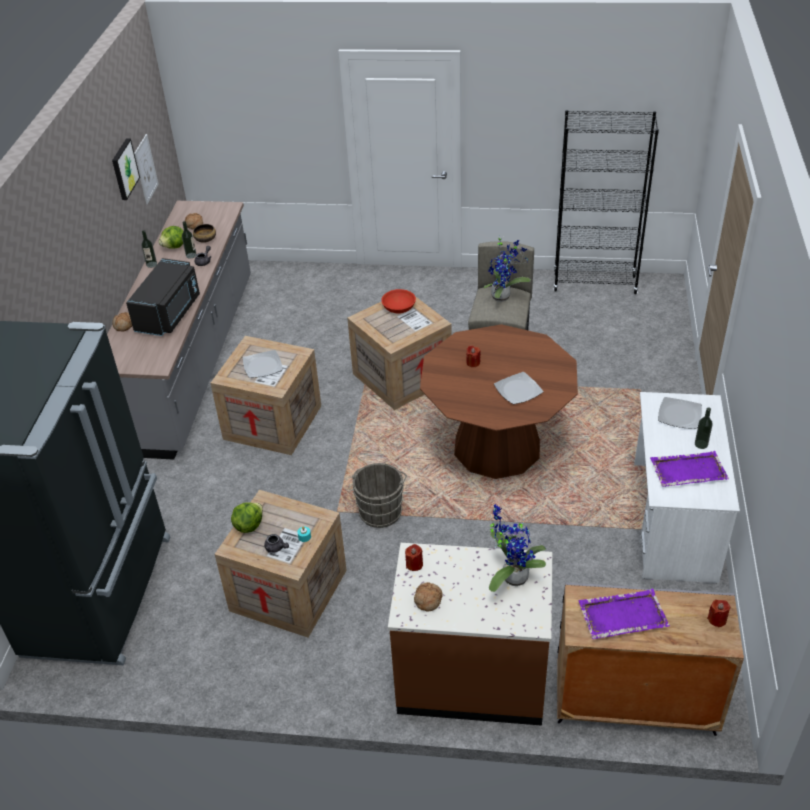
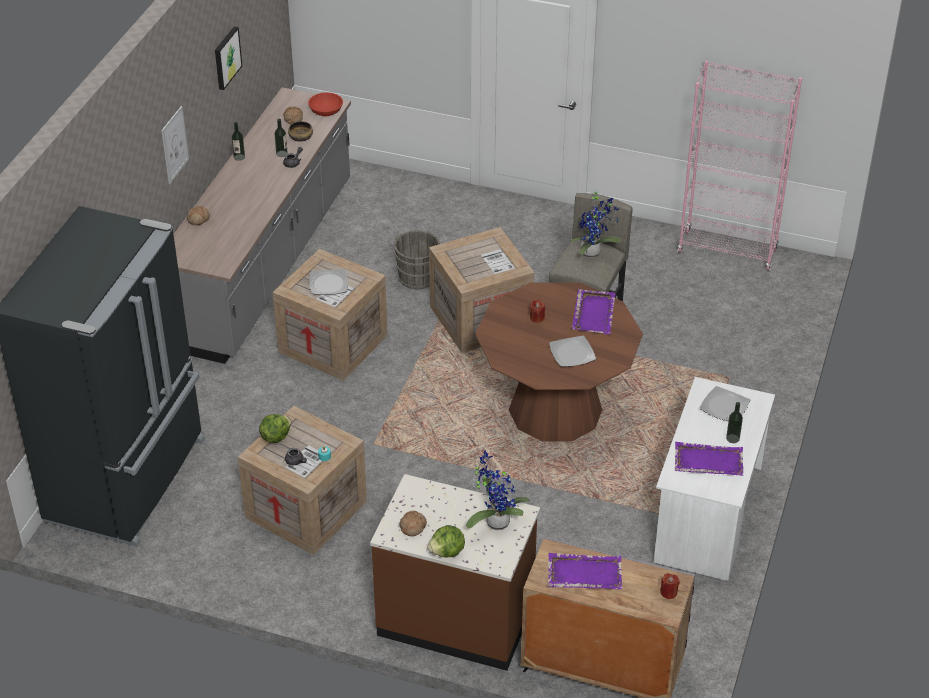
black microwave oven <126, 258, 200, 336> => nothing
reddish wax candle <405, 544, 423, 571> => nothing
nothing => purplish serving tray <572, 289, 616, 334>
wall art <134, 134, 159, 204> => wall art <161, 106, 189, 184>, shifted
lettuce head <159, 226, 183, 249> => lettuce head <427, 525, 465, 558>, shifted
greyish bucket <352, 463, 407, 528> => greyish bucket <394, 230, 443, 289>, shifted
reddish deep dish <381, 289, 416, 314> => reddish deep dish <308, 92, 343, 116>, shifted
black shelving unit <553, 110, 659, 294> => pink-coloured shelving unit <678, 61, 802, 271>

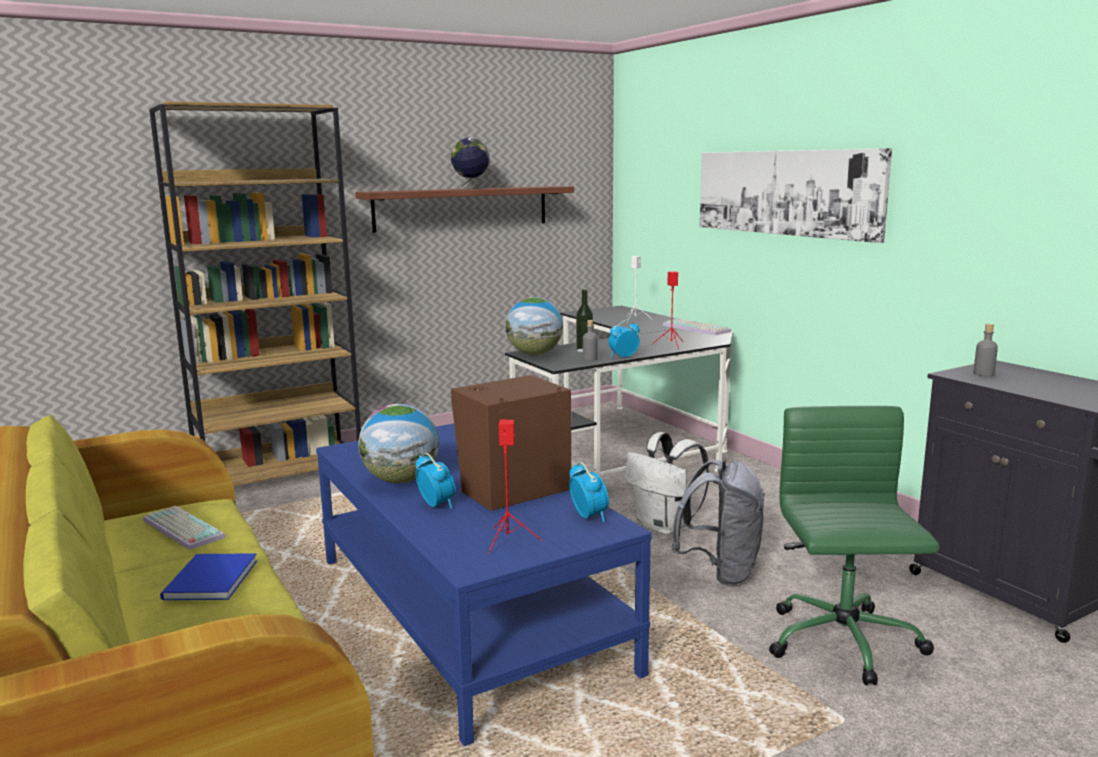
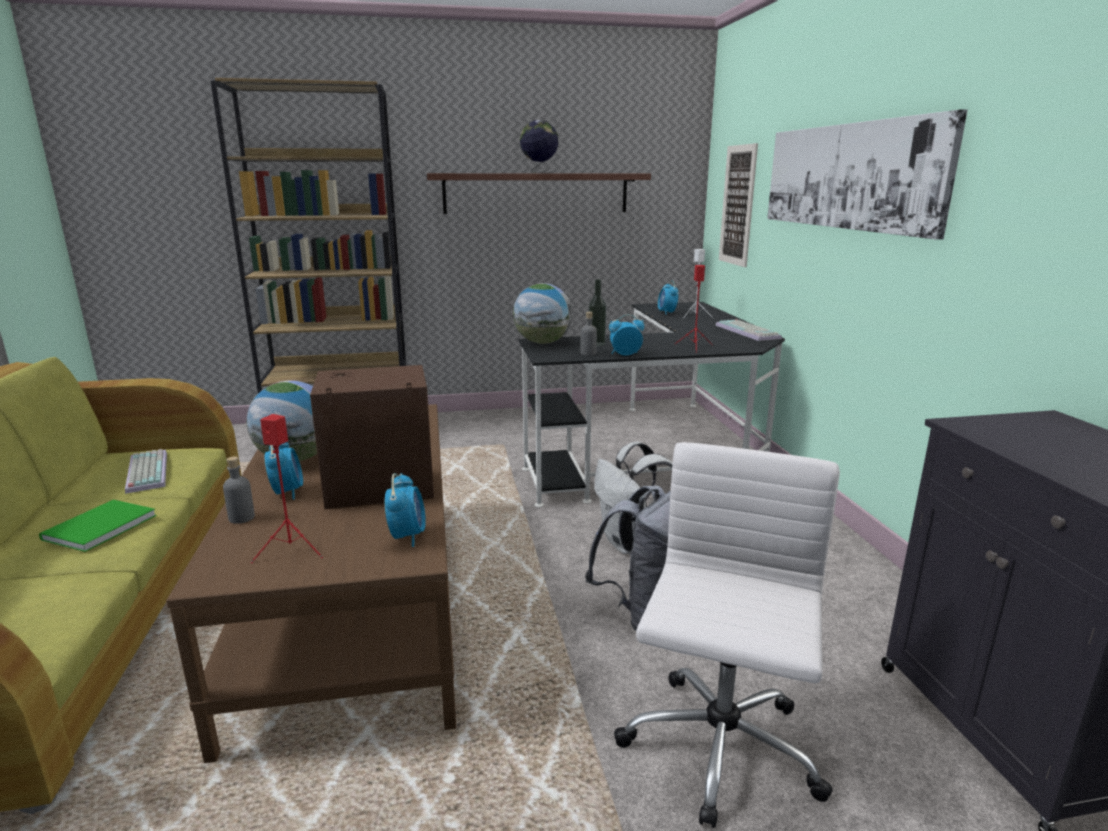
nothing => alarm clock <658, 281, 678, 315>
nothing => wall art <719, 143, 758, 267>
greyish beverage bottle <973, 324, 998, 376> => greyish beverage bottle <223, 457, 255, 524>, shifted
blue book <160, 553, 257, 600> => greenish book <39, 500, 156, 552>
blue lounge table <316, 423, 652, 746> => brown lounge table <166, 404, 456, 763>
greenish office chair <769, 406, 939, 685> => whitish office chair <614, 442, 840, 828>

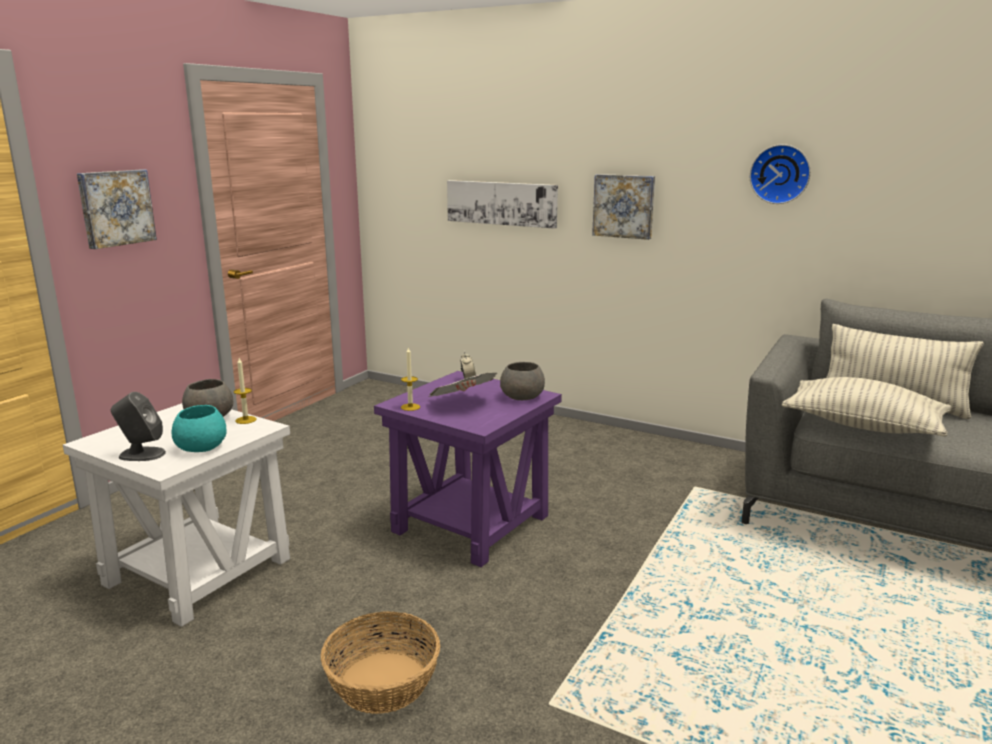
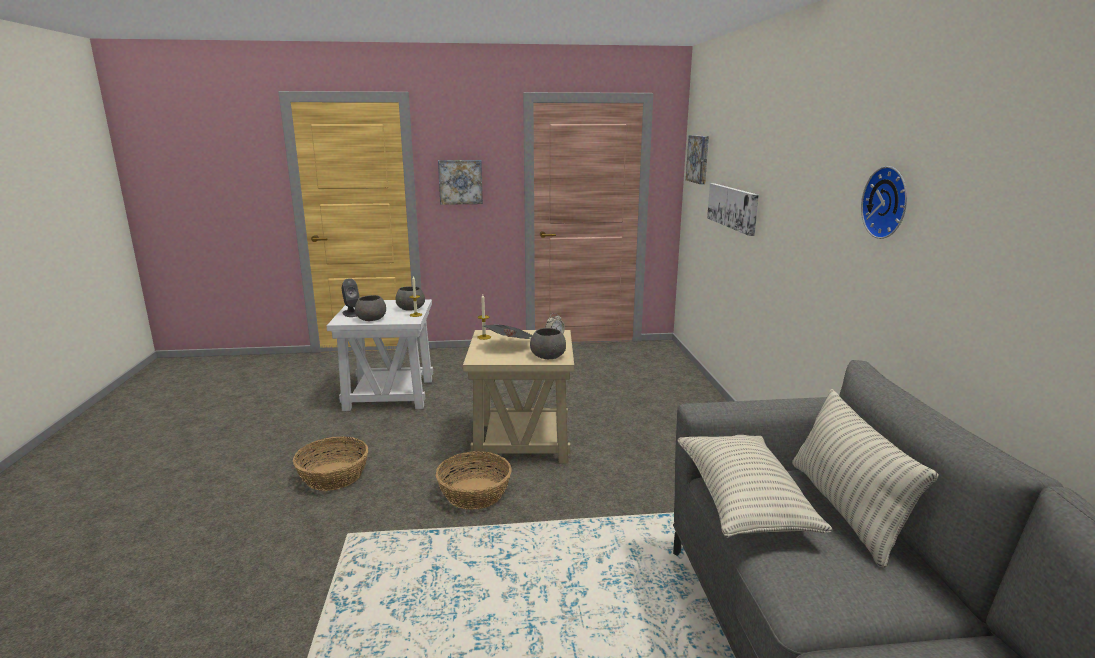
nothing => basket <436, 451, 512, 510>
wall art <592, 174, 655, 240> => wall art <686, 135, 709, 184>, shifted
turquoise deep dish <171, 405, 226, 452> => greyish deep dish <355, 295, 386, 321>
purplish side table <374, 371, 562, 567> => beige side table <463, 330, 574, 463>

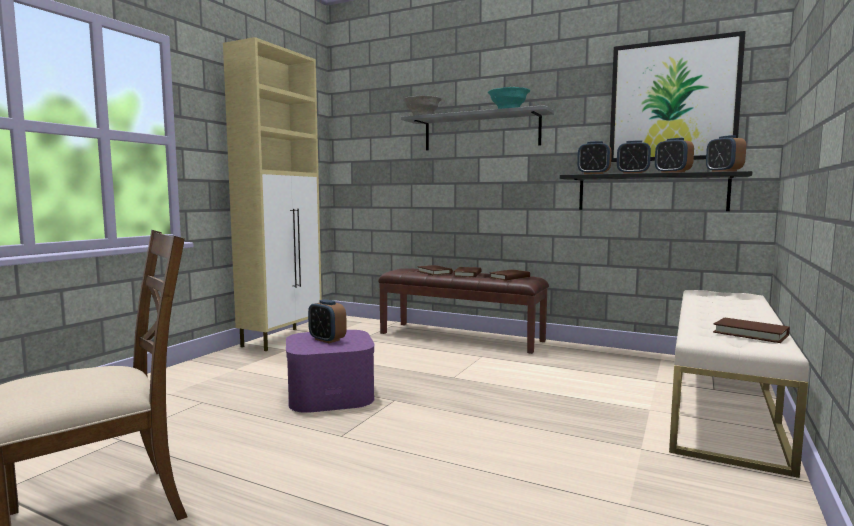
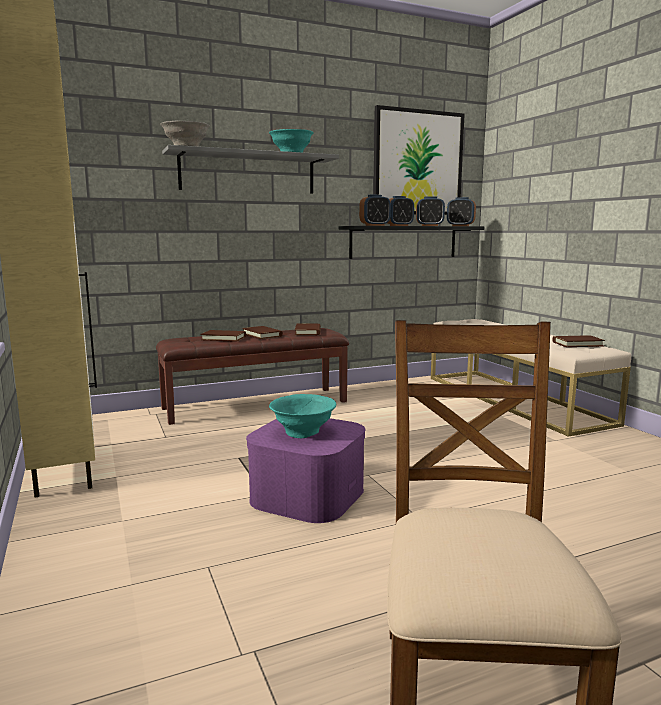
alarm clock <308, 299, 347, 343> => turquoise deep dish <269, 394, 336, 438>

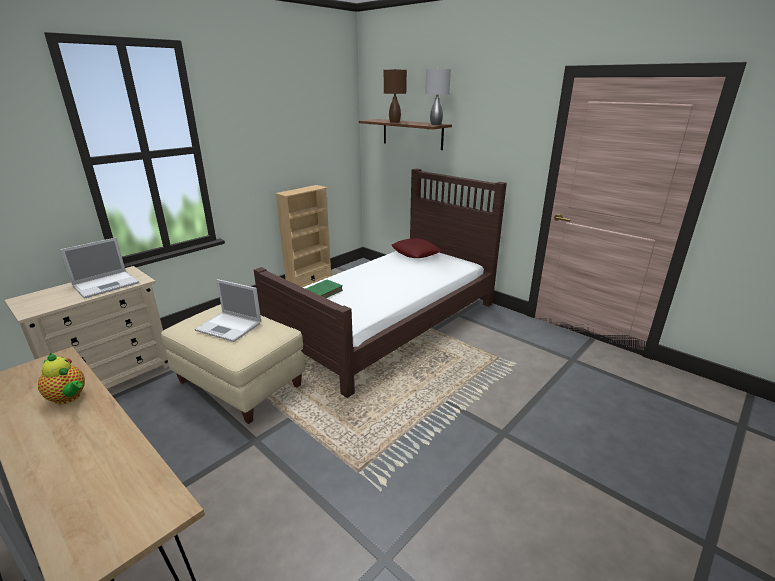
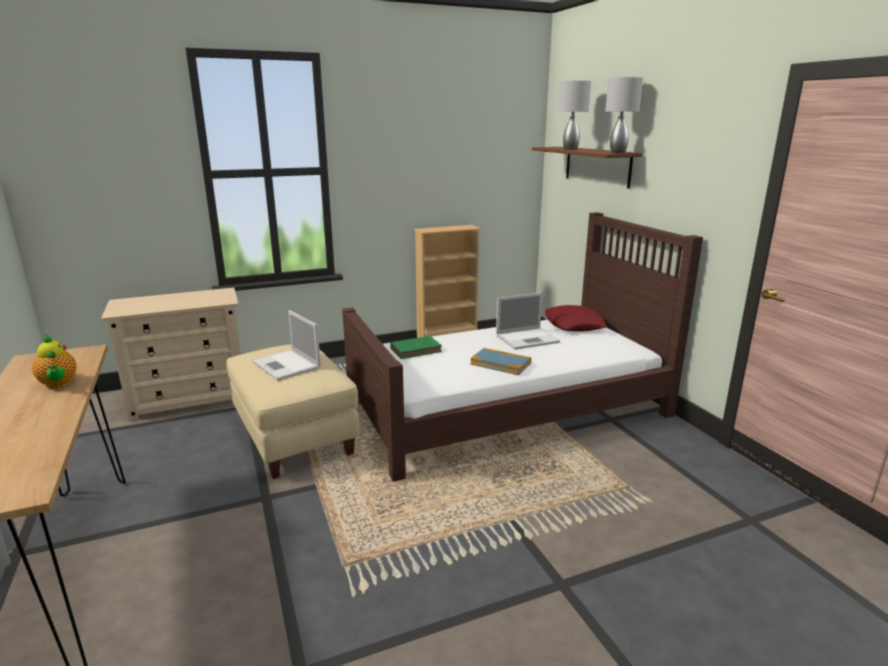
nothing => book <470, 348, 531, 375>
laptop <60, 238, 139, 299> => laptop <496, 293, 560, 350>, shifted
brown tabletop lamp <384, 69, 407, 123> => greyish tabletop lamp <558, 80, 591, 150>

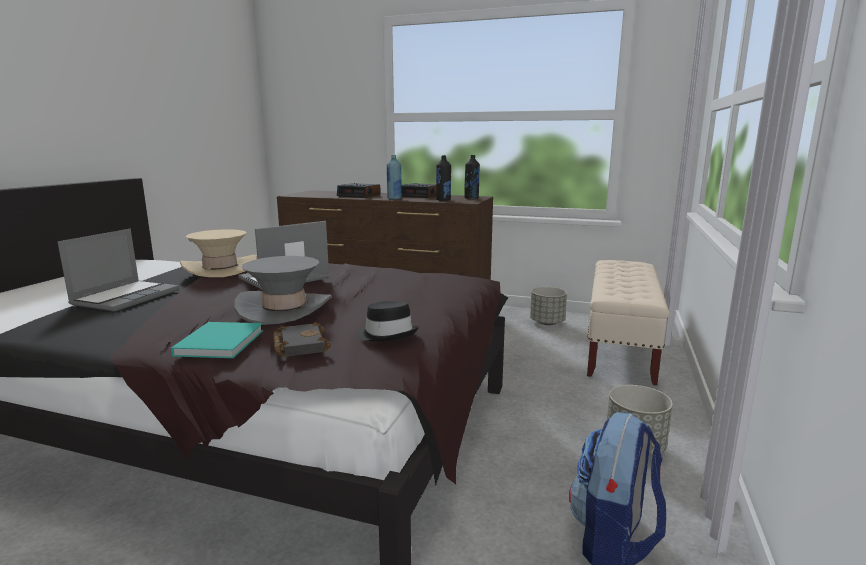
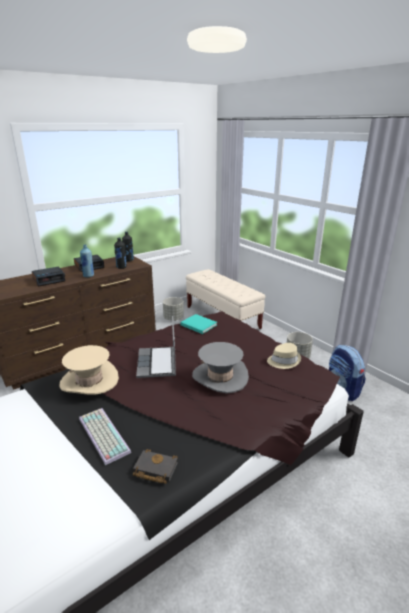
turquoise book <171, 322, 263, 358> => turquoise book <180, 314, 217, 334>, shifted
black book <273, 322, 331, 357> => black book <133, 449, 178, 484>, shifted
laptop <58, 229, 179, 311> => PC keyboard <79, 408, 131, 465>
black clothing hat <357, 301, 419, 342> => beige clothing hat <267, 343, 301, 369>

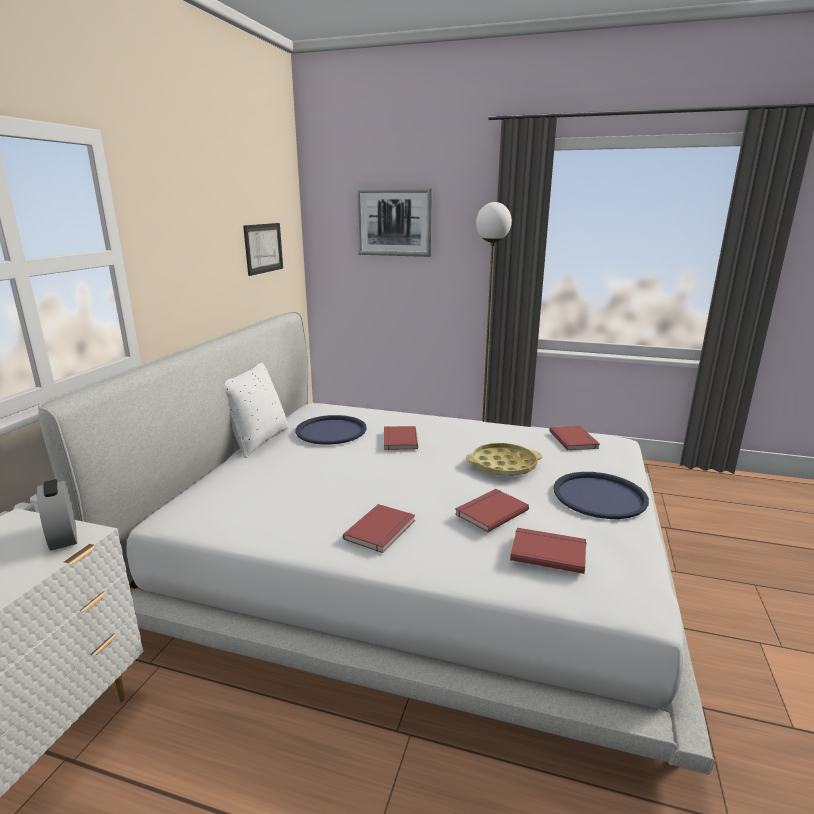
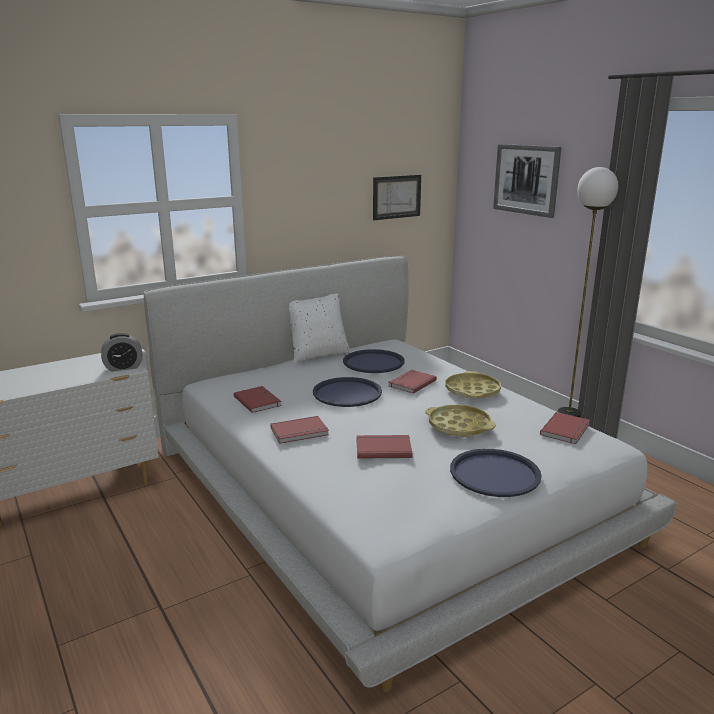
nothing => blue serving tray <313, 377, 382, 407>
nothing => yellowish serving tray <445, 371, 501, 398>
reddish book <510, 528, 587, 574> => reddish book <233, 386, 282, 413>, shifted
alarm clock <37, 479, 77, 551> => alarm clock <101, 333, 143, 372>, 120 degrees counterclockwise

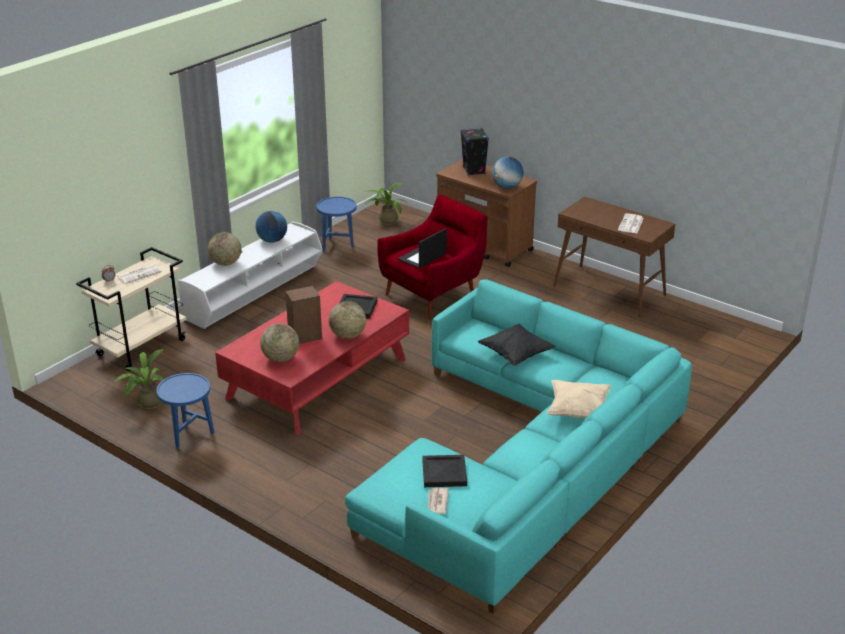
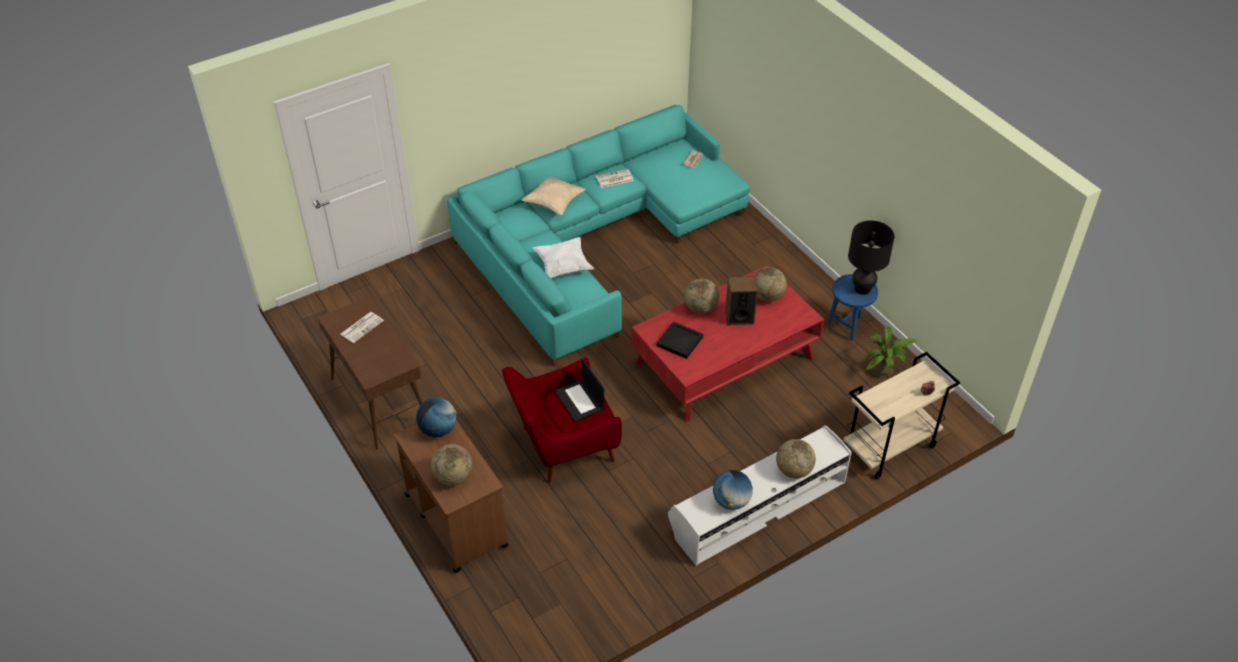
blue side table <316, 197, 357, 252> => nothing
potted plant <363, 183, 409, 226> => nothing
black serving tray <422, 455, 467, 487> => nothing
nothing => black tabletop lamp <848, 220, 895, 295>
daily paper <117, 264, 162, 284> => daily paper <596, 169, 634, 188>, shifted
black audio speaker <460, 128, 489, 176> => desk globe <431, 444, 472, 486>
black throw pillow <478, 323, 556, 366> => whitish throw pillow <533, 237, 594, 278>
laptop <398, 228, 447, 269> => laptop <555, 358, 604, 422>, 90 degrees clockwise

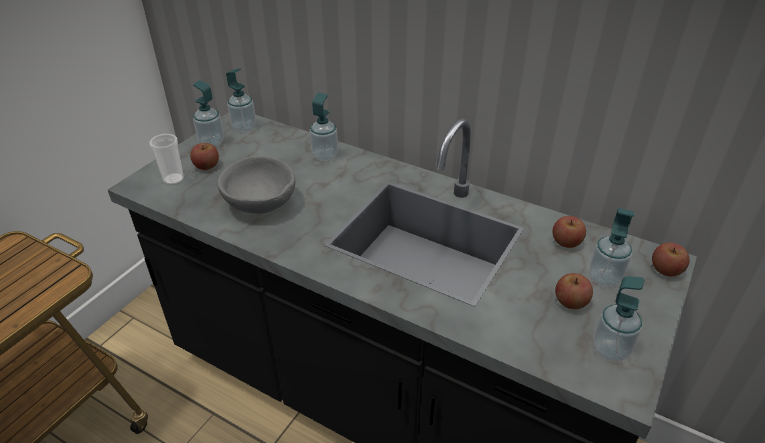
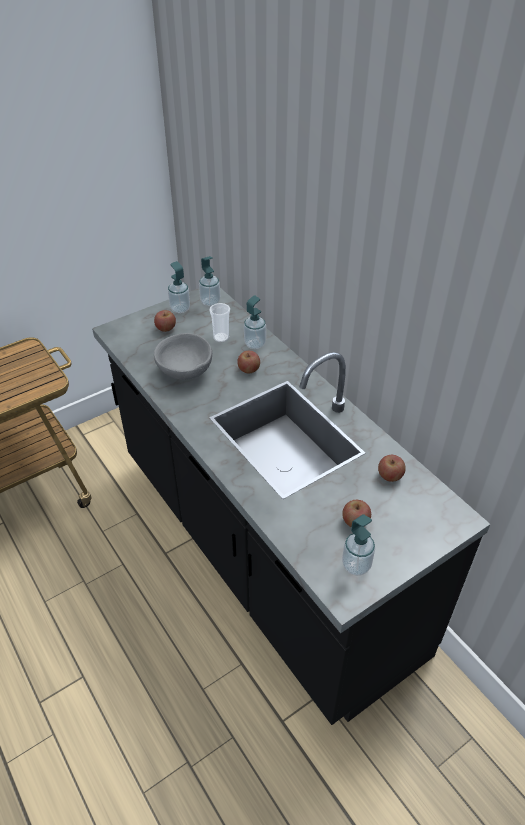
liquid soap bottle <589, 208, 634, 287> => nothing
drinking cup <149, 134, 184, 185> => drinking cup <209, 303, 230, 342>, shifted
whole apple <652, 242, 690, 276> => whole apple <237, 351, 260, 373>, shifted

